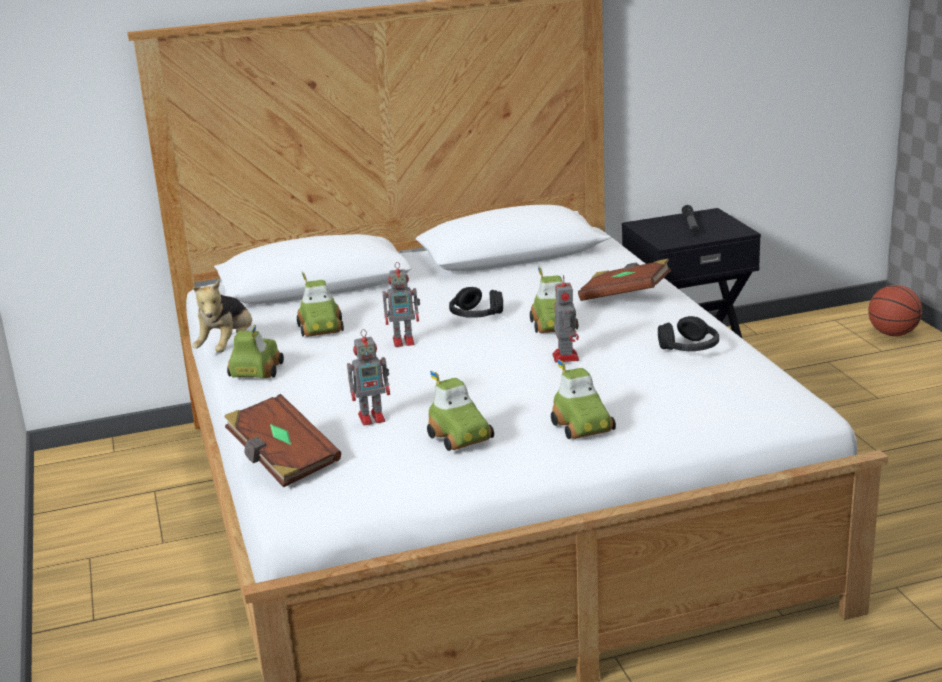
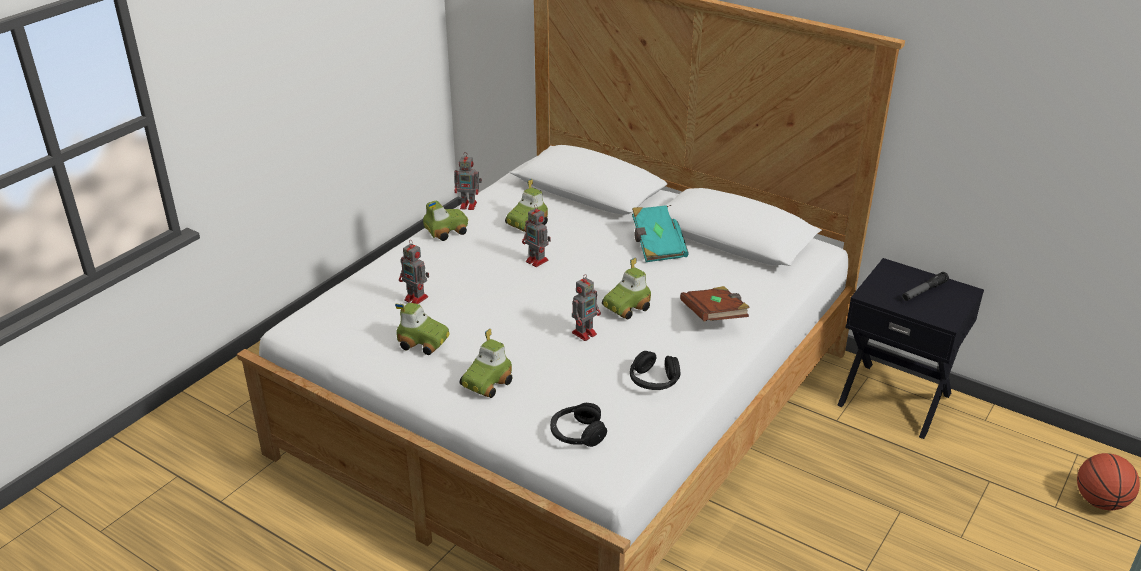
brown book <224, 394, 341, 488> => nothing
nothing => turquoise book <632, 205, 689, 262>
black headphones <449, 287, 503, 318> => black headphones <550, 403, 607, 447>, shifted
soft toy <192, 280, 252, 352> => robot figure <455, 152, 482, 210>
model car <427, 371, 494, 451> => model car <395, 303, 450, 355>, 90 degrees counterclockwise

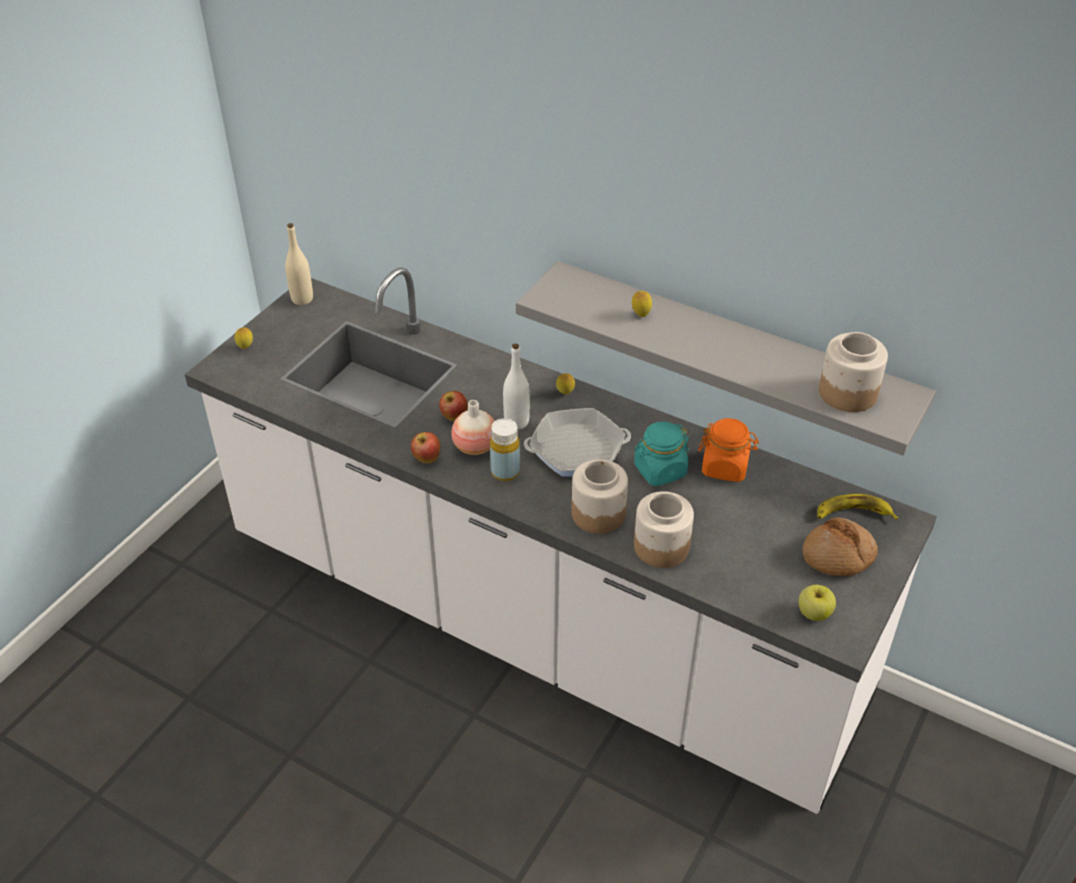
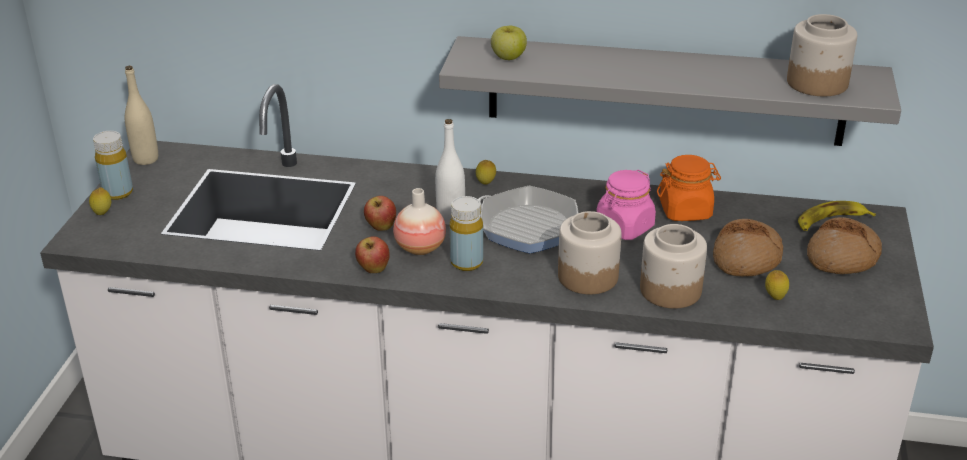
nothing => yellowish beverage bottle <93, 131, 133, 200>
nothing => bread <713, 219, 783, 277>
whole lemon <632, 291, 652, 317> => whole lemon <765, 270, 789, 300>, shifted
whole apple <798, 585, 836, 621> => whole apple <491, 26, 527, 60>, shifted
turquoise jar <634, 421, 689, 486> => pink-coloured jar <596, 170, 656, 240>
frying pan <524, 408, 631, 477> => frying pan <478, 186, 578, 253>, 120 degrees counterclockwise

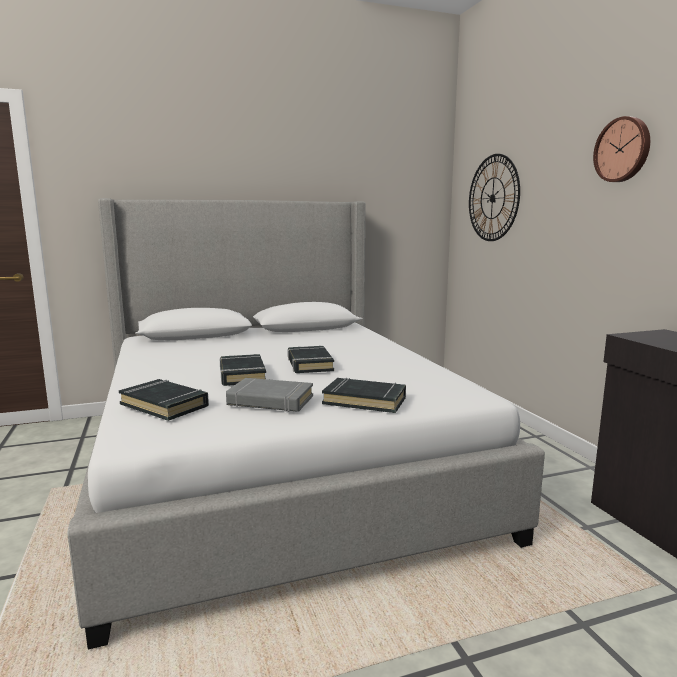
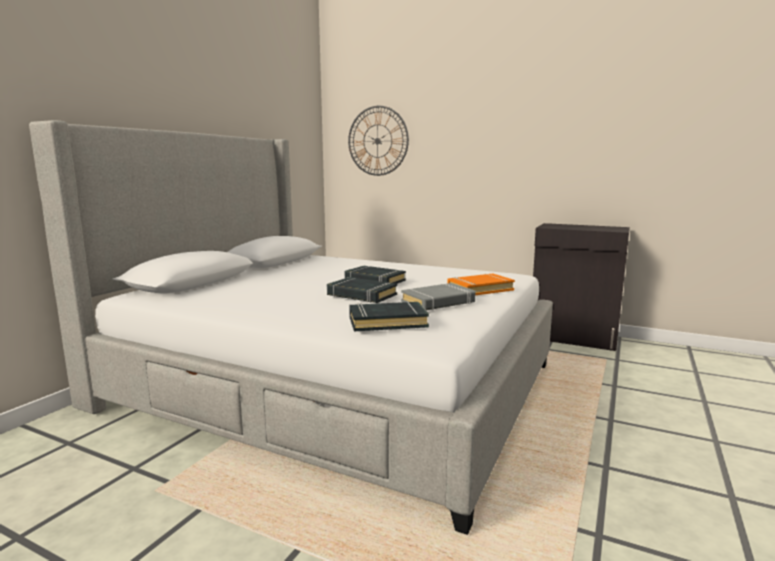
hanging clock <593, 116, 650, 182> => nothing
black book <322, 378, 406, 413> => orange-coloured book <447, 274, 515, 296>

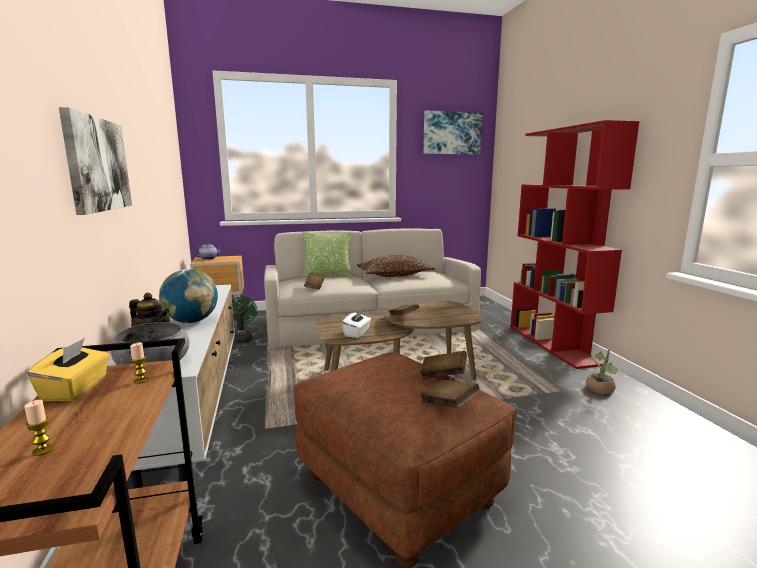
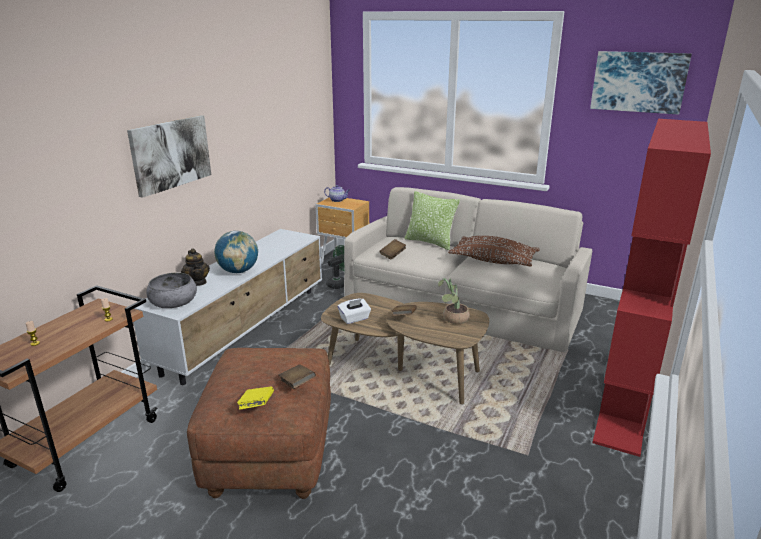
yellowish box of tissues <27, 338, 110, 401> => nothing
potted plant <586, 349, 618, 394> => potted plant <438, 278, 470, 324>, shifted
brown book <420, 380, 479, 408> => yellowish book <237, 387, 274, 410>

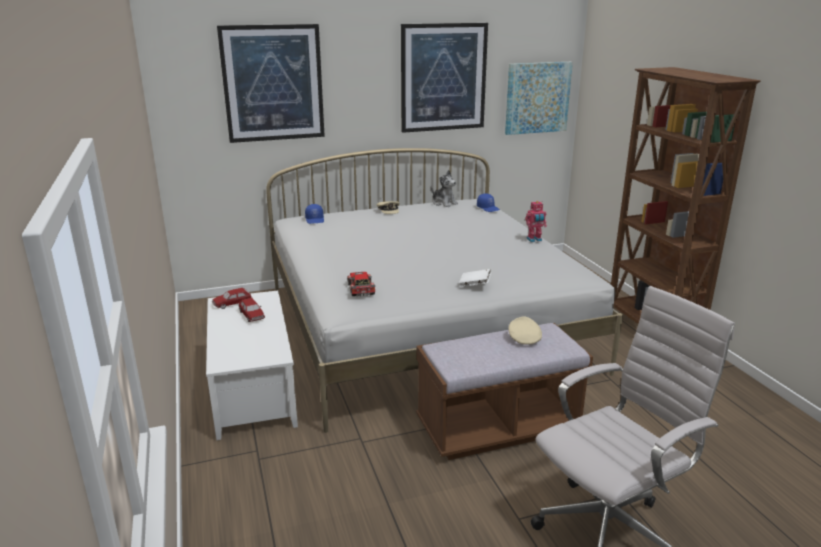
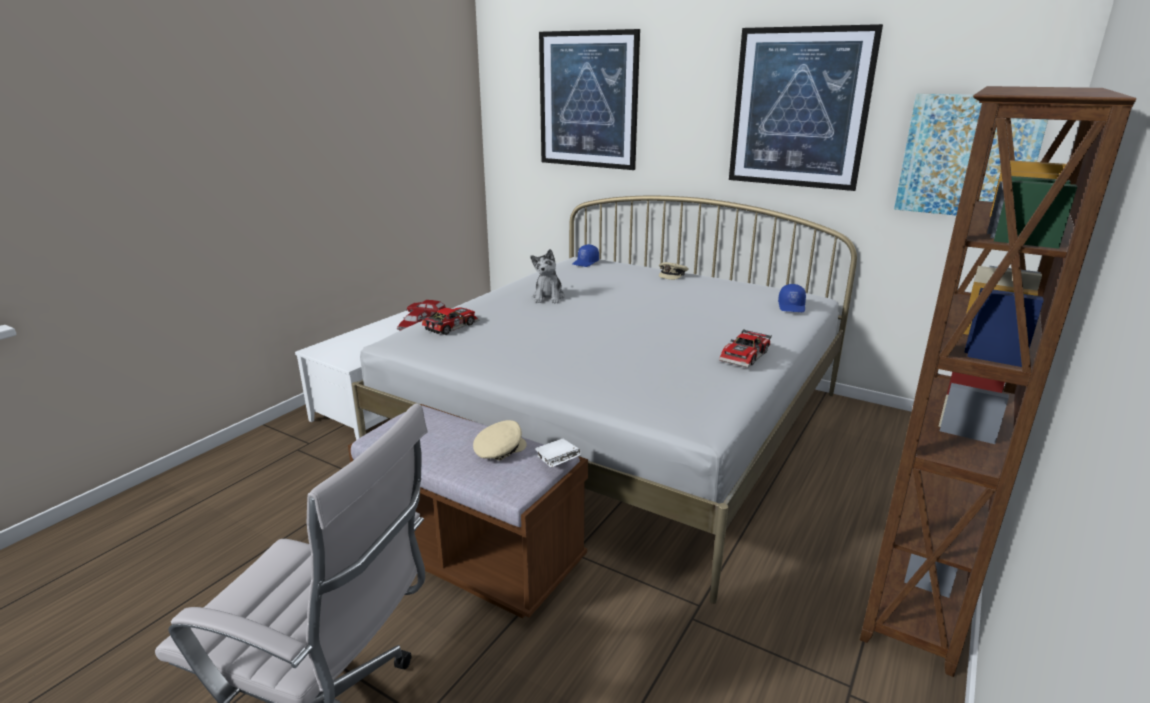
soft toy <431, 170, 458, 207> => soft toy <531, 249, 565, 303>, shifted
whitish book <459, 269, 491, 287> => whitish book <535, 439, 581, 467>, shifted
robot figure <525, 201, 547, 242> => model car <719, 329, 772, 368>

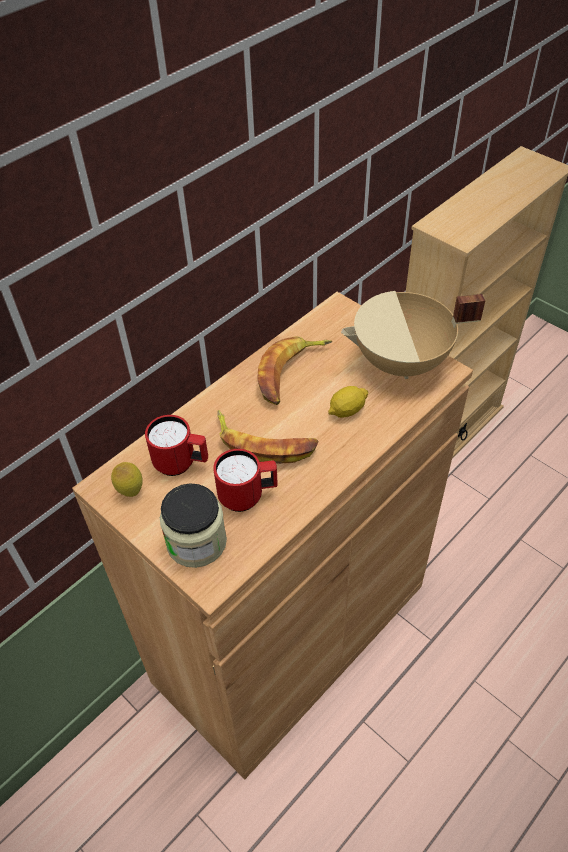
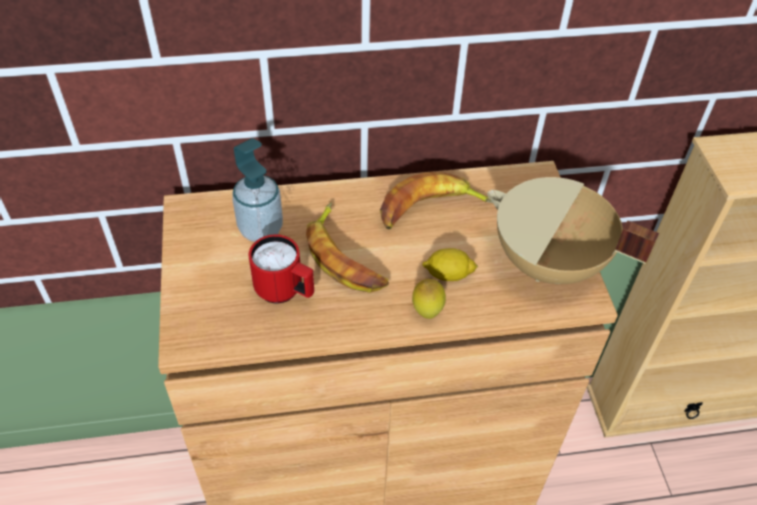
jar <160, 483, 227, 568> => nothing
whole lemon <111, 462, 143, 497> => whole lemon <412, 279, 446, 319>, shifted
reddish coffee mug <145, 415, 208, 476> => liquid soap bottle <232, 138, 283, 242>

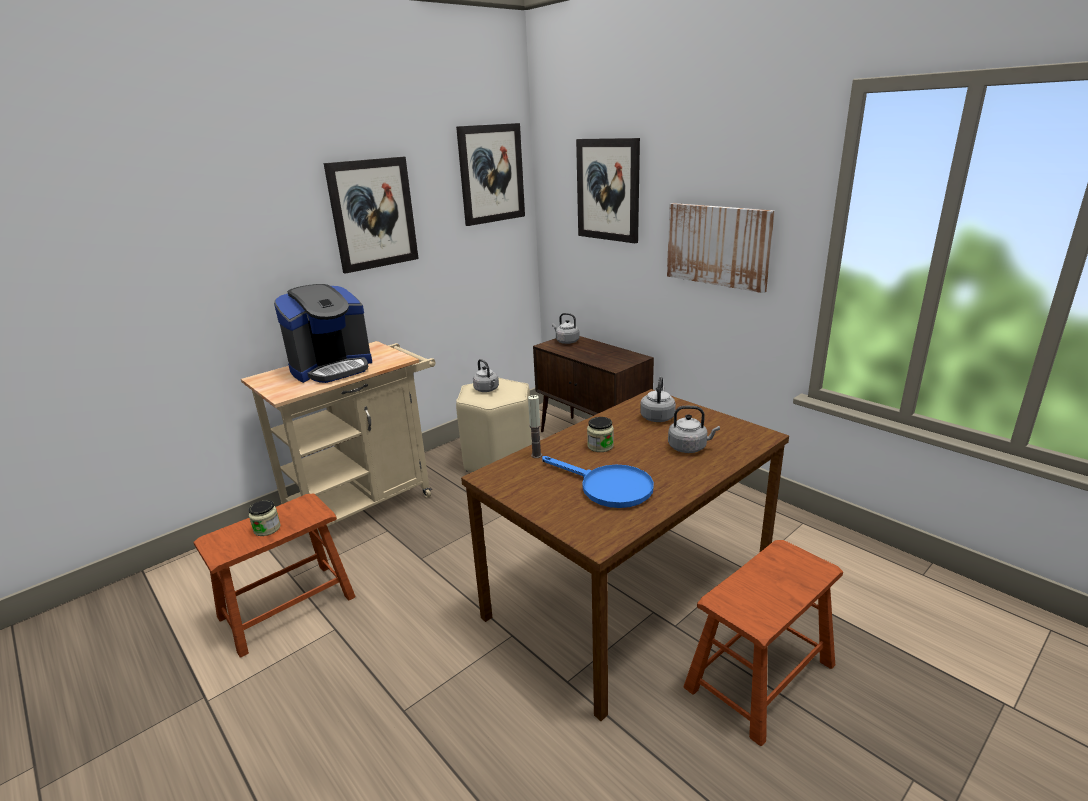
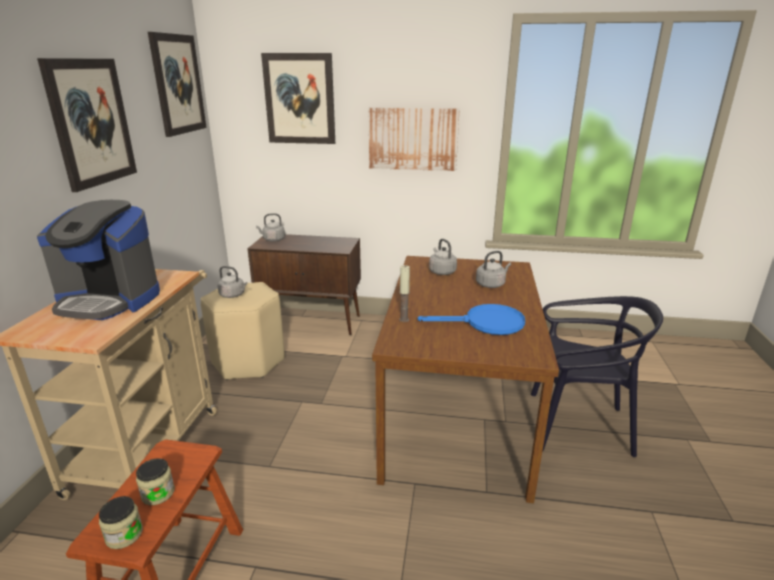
jar <587, 417, 614, 452> => jar <99, 496, 143, 549>, shifted
brown stool seat <684, 540, 843, 746> => black upright chair <531, 296, 663, 457>
coffee brewer <274, 284, 372, 383> => coffee brewer <37, 200, 160, 320>, 90 degrees clockwise

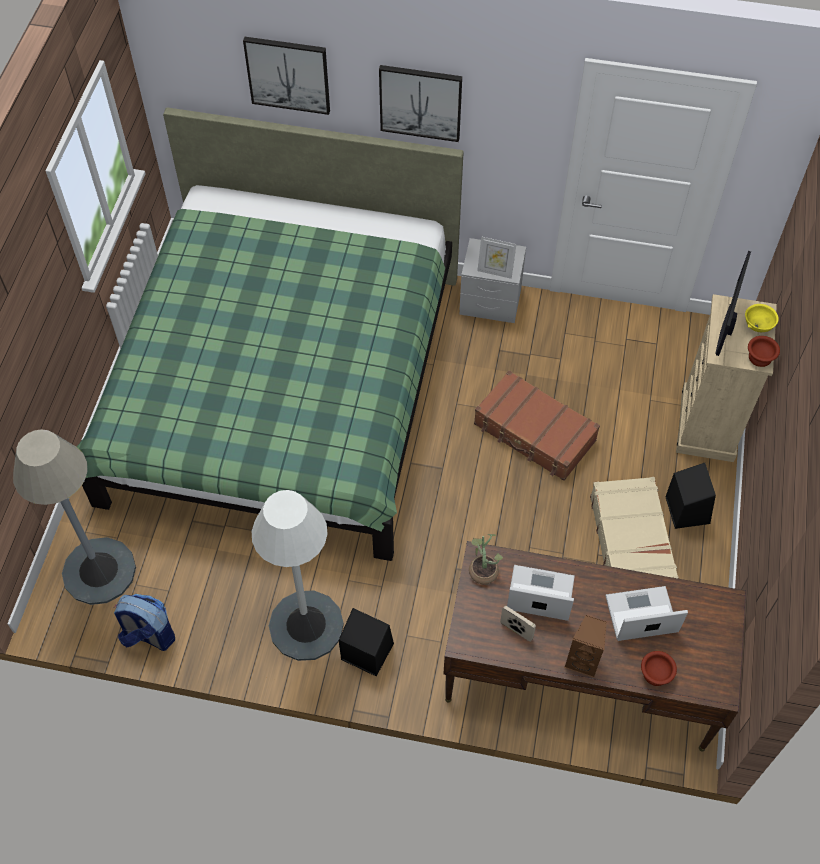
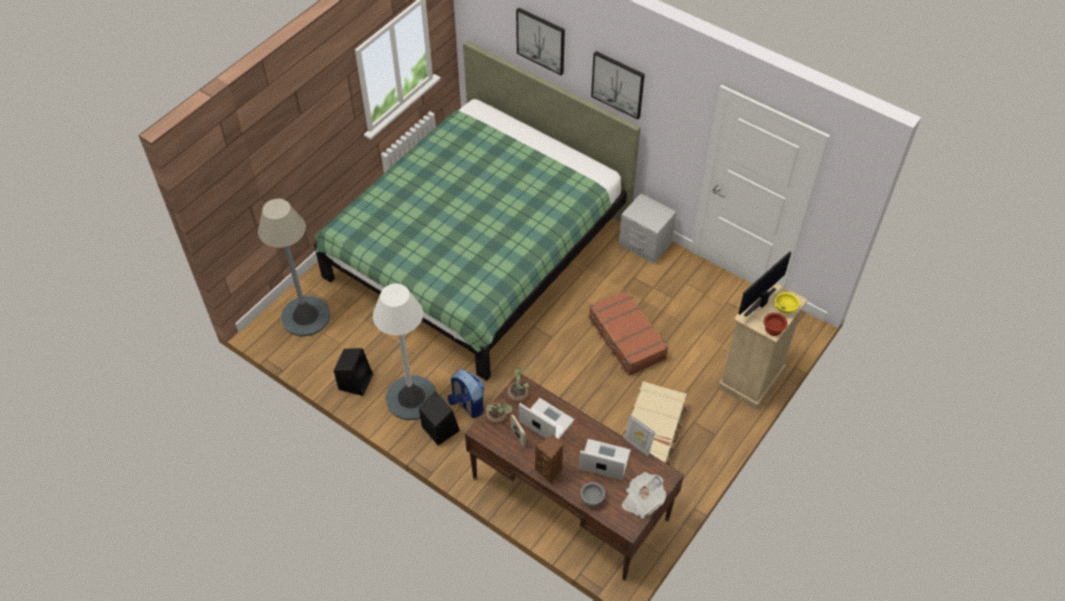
nothing => potted plant <486, 400, 513, 424>
nothing => daily paper <622, 472, 666, 518>
backpack <114, 594, 175, 651> => backpack <448, 369, 484, 418>, shifted
picture frame <477, 236, 517, 279> => picture frame <624, 414, 656, 456>, shifted
black audio speaker <665, 463, 716, 529> => black audio speaker <334, 348, 373, 396>, shifted
brown deep dish <641, 651, 677, 686> => greyish deep dish <580, 482, 605, 507>

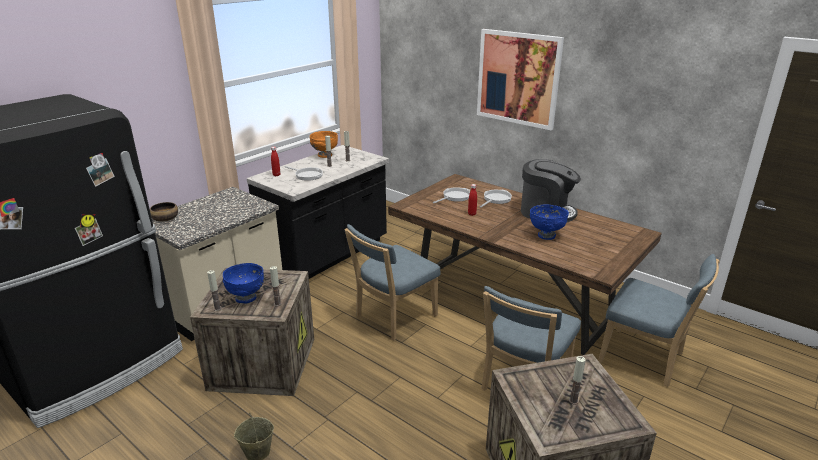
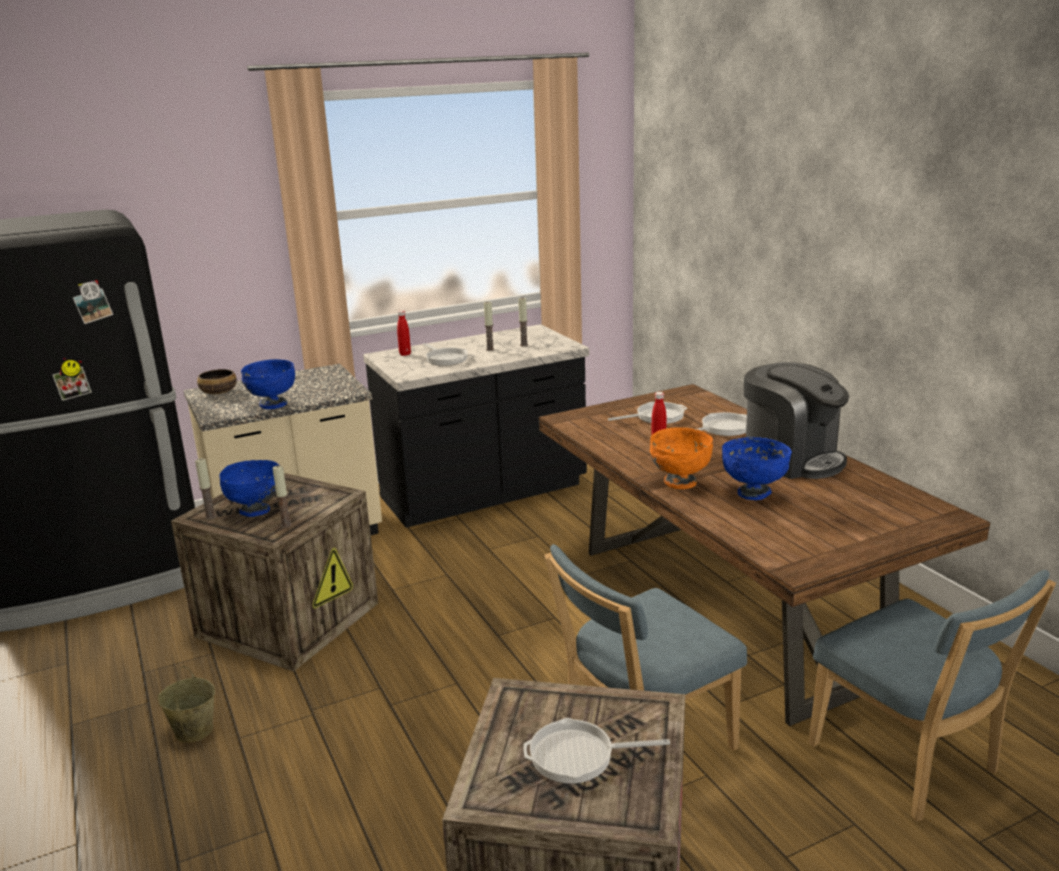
blue upright chair <344, 224, 441, 341> => nothing
wall art <477, 29, 564, 130> => nothing
nothing => blue deep dish <241, 359, 295, 409>
orange-coloured deep dish <310, 131, 338, 158> => orange-coloured deep dish <650, 427, 713, 489>, shifted
wax candle <569, 356, 586, 405> => frying pan <523, 718, 670, 784>

